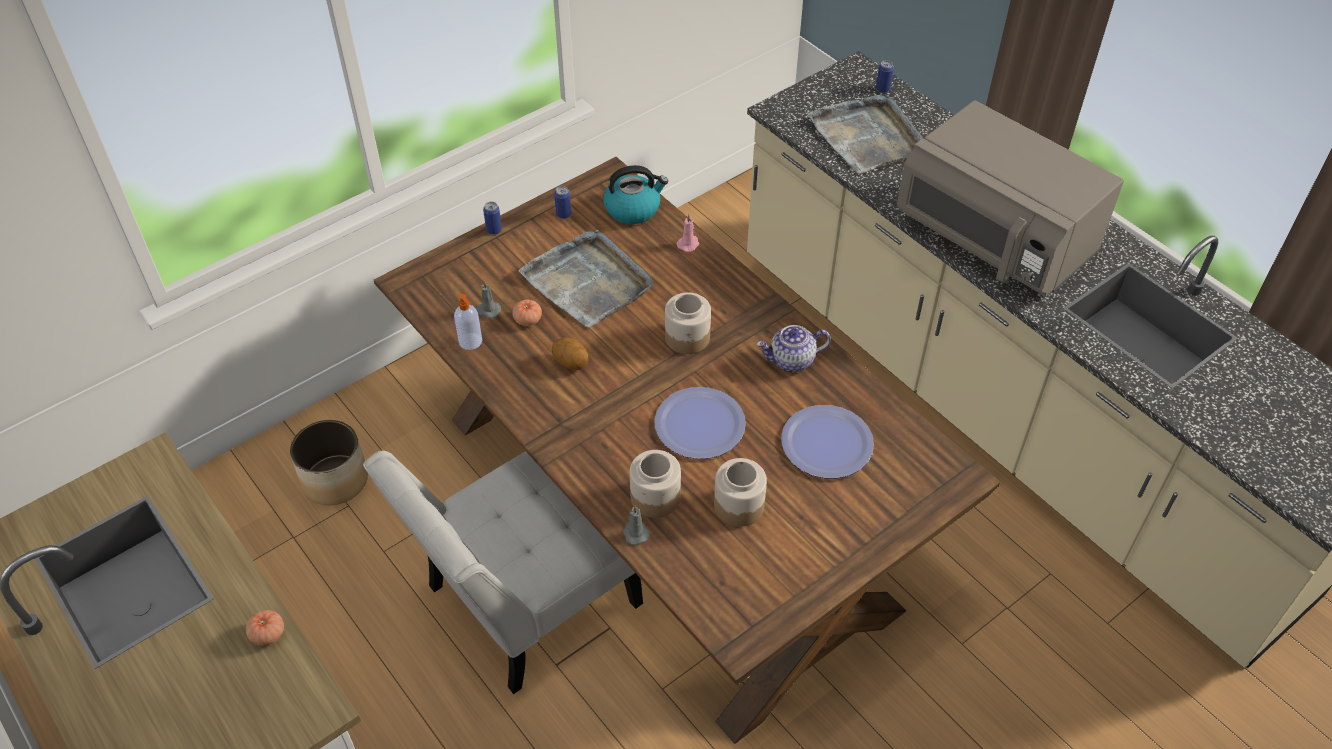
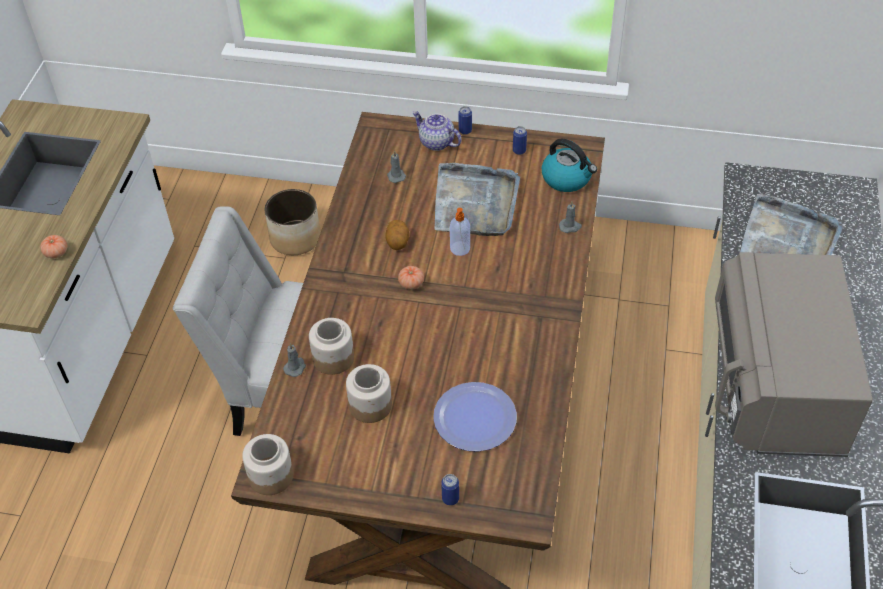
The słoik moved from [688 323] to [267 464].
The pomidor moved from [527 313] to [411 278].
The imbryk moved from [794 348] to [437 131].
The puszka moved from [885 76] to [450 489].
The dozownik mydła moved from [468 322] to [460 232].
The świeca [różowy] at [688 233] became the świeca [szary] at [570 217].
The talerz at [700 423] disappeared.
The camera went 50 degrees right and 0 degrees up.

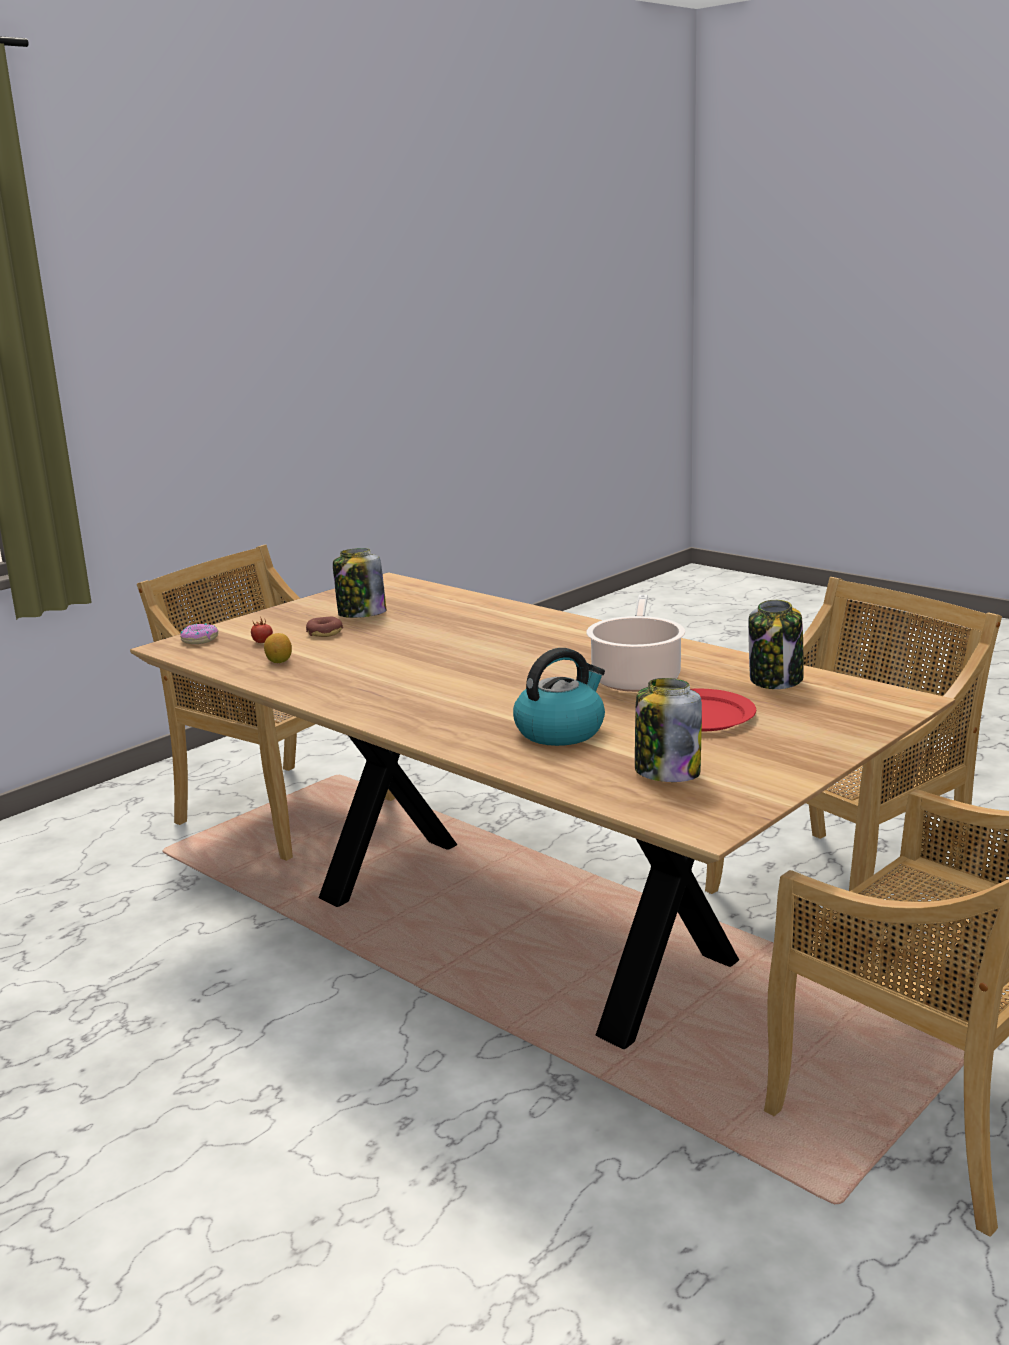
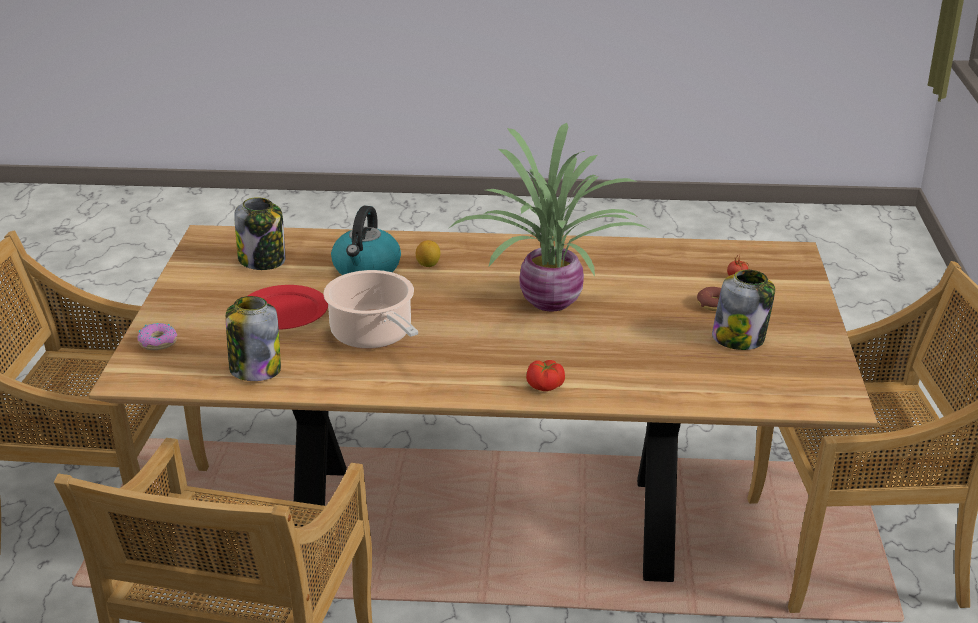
The donut moved from [199 633] to [157 336].
The cytryna moved from [278 648] to [428 253].
The roślina doniczkowa at [548 217] appeared.
The pomidor at [545 375] appeared.
The camera went 140 degrees right and 10 degrees up.

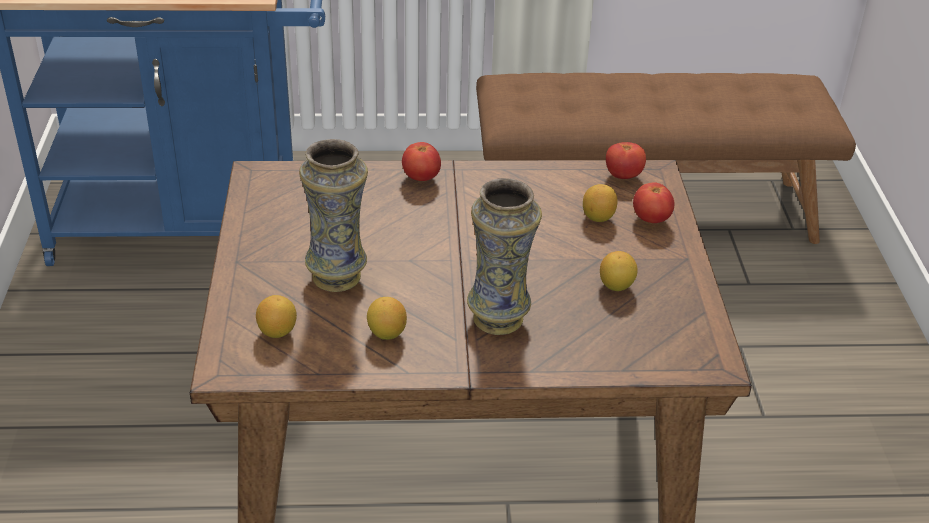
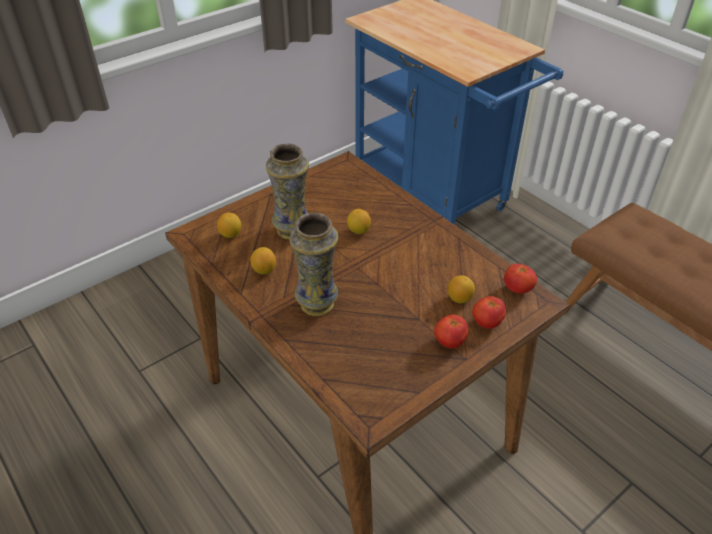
The cytryna moved from [619 271] to [359 221].
The pomidor moved from [421 161] to [451 331].
The camera went 55 degrees right and 5 degrees up.

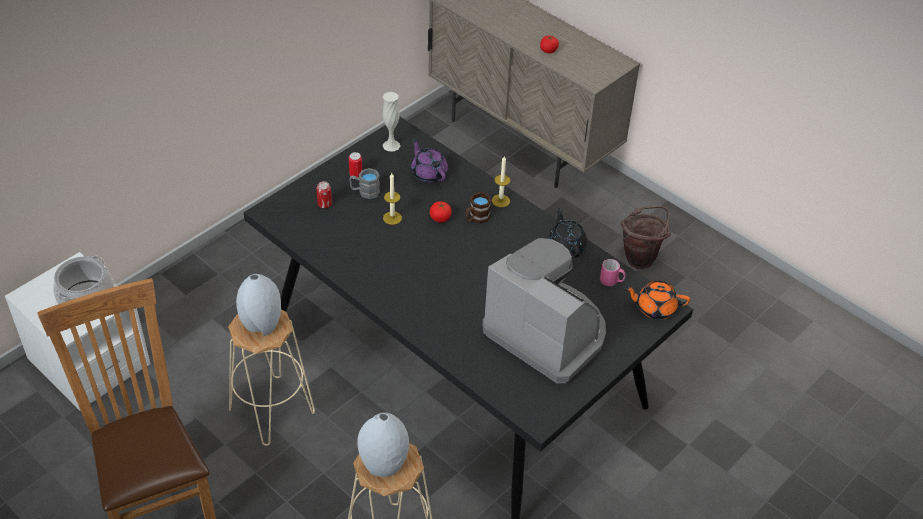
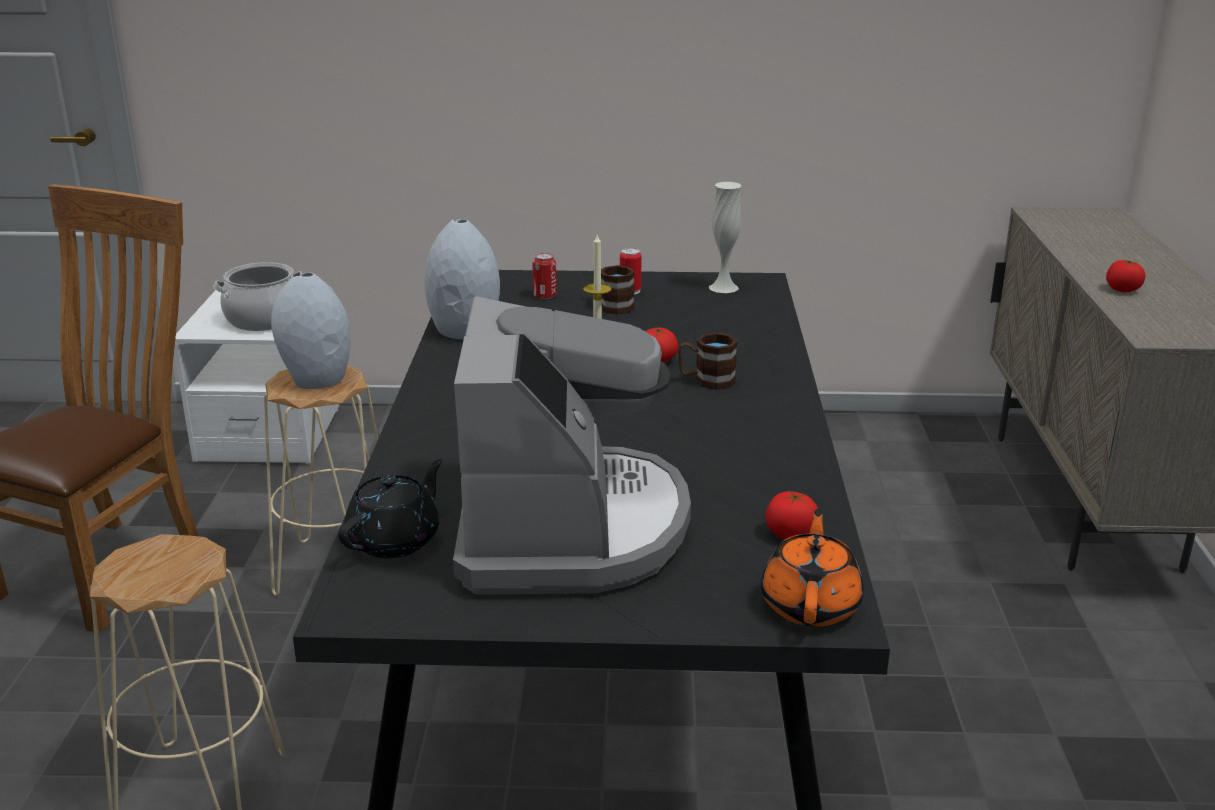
The imbryk [czarny] moved from [567 232] to [390 508].
The wazon [szary] moved from [383 444] to [462 279].
The kubek [szary] at [364 183] became the kubek [brązowy] at [614 290].
The imbryk [pomarańczowy] at [657 300] turned 45 degrees clockwise.
The kubek [różowy] at [613 272] was replaced by the pomidor at [791 515].
The imbryk [fioletowy] at [429 161] disappeared.
The świeca at [501 181] disappeared.
The wiadro [brązowy] at [646 237] disappeared.
The camera went 50 degrees right and 20 degrees down.

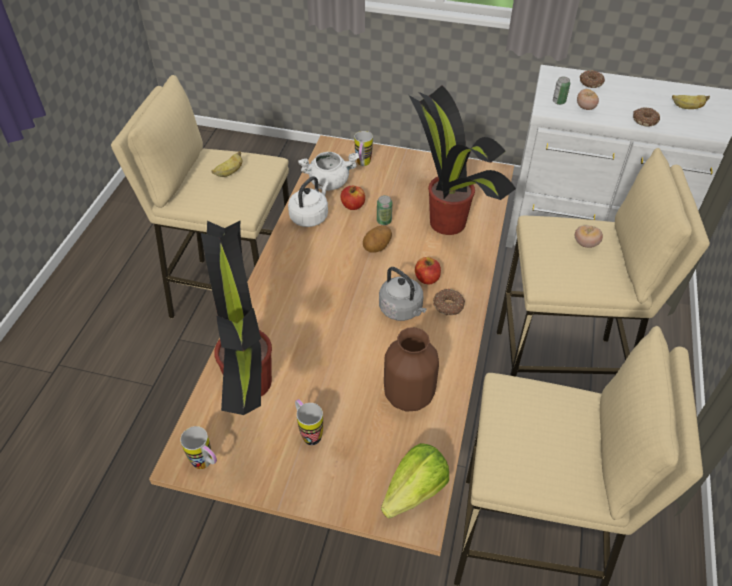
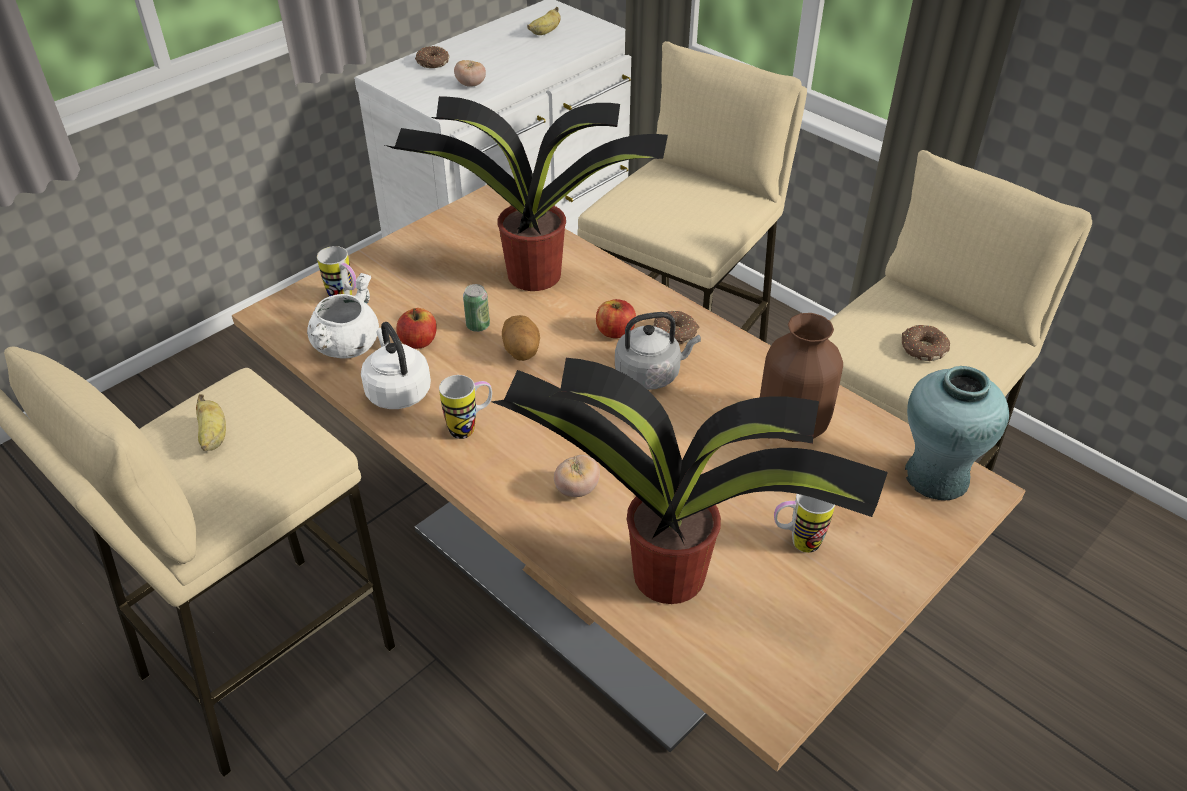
The kubek moved from [198 447] to [465 407].
The pomidor moved from [588 236] to [577 476].
The donut moved from [646 117] to [926 343].
The sałata at [415 481] was replaced by the wazon [turkusowy] at [957 433].
The puszka at [561 91] disappeared.
The camera went 60 degrees left and 5 degrees down.

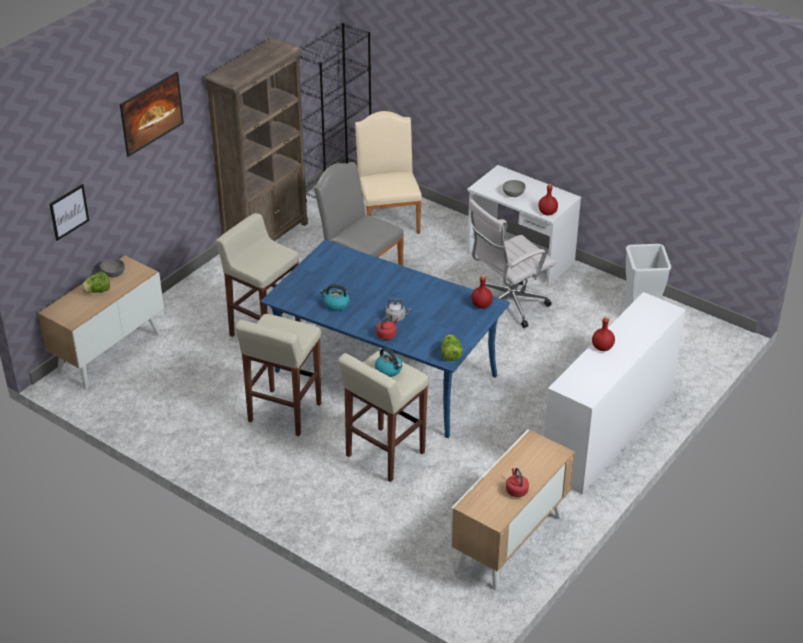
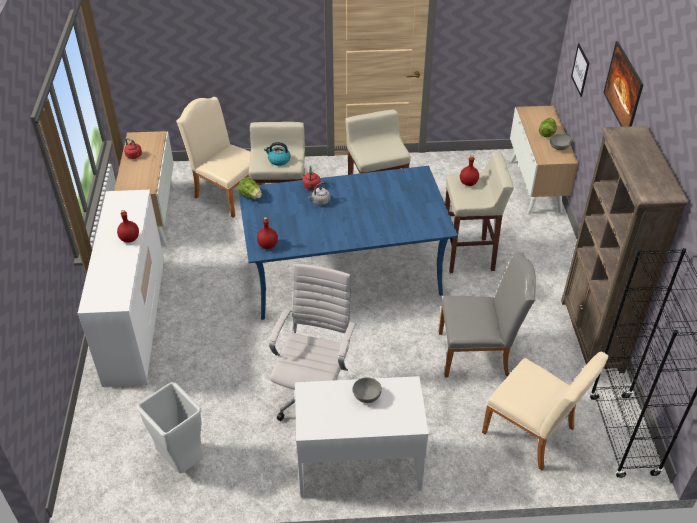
The krzesło [beżowy] at [220 157] appeared.
The butelka [czerwony] moved from [548 199] to [469 170].
The czajnik at [335 297] disappeared.
The camera went 140 degrees right and 5 degrees up.

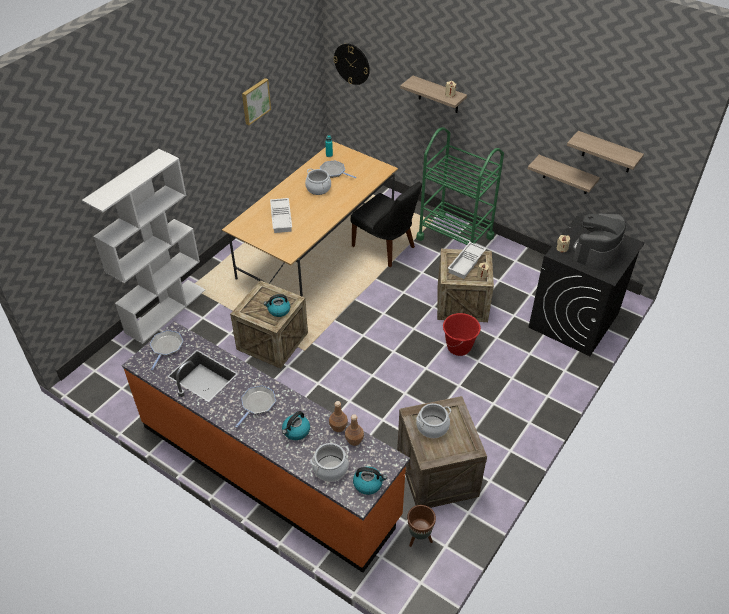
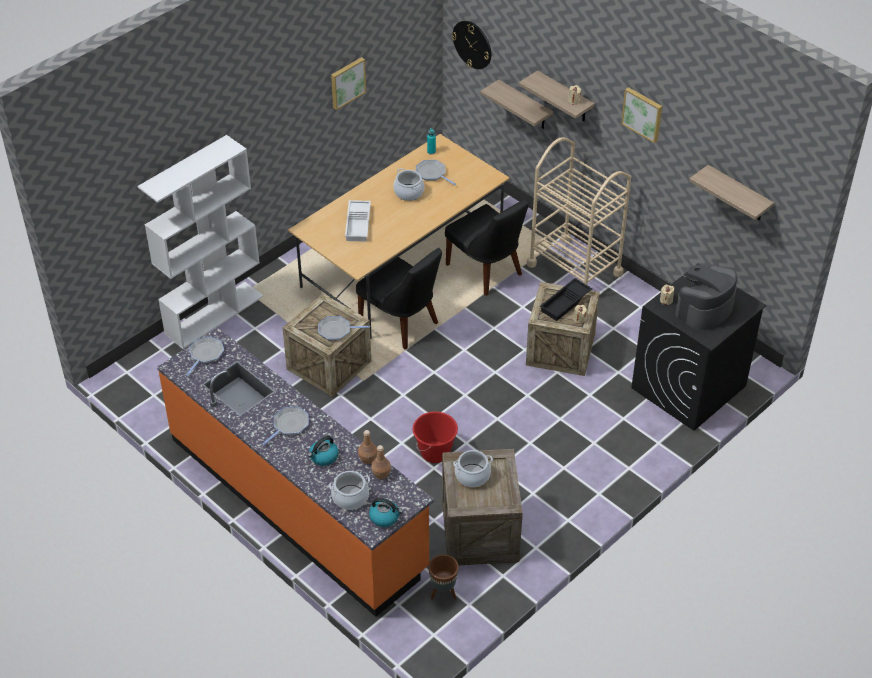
The czajnik at [276 305] was replaced by the patelnia at [344 328].
The krzesło [czarny] at [399 299] appeared.
The wiadro [czerwony] moved from [462 334] to [435 437].
The półka moved from [564 174] to [516 104].
The wózek [zielony] at [460 186] became the wózek [beżowy] at [579 211].
The taca [biały] at [467 260] became the taca [czarny] at [566 299].
The obraz at [641 115] appeared.
The camera went 10 degrees right and 0 degrees up.

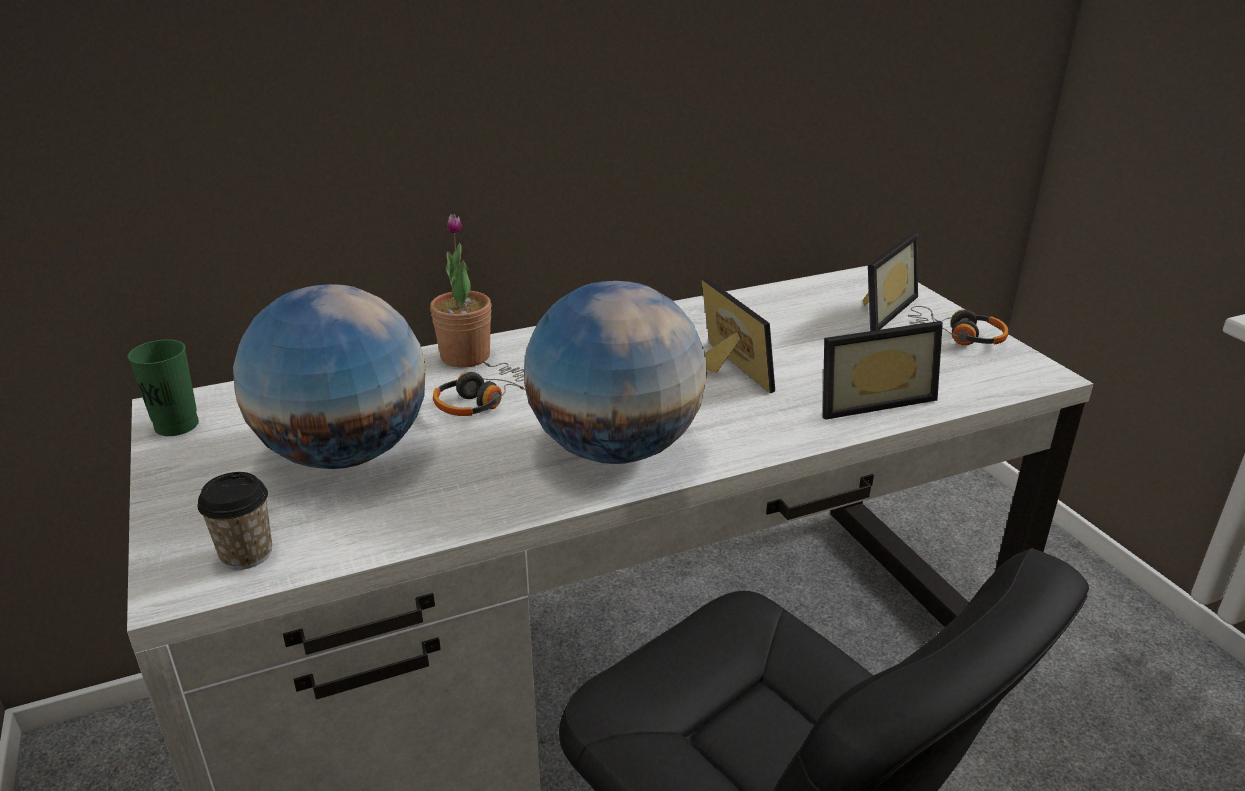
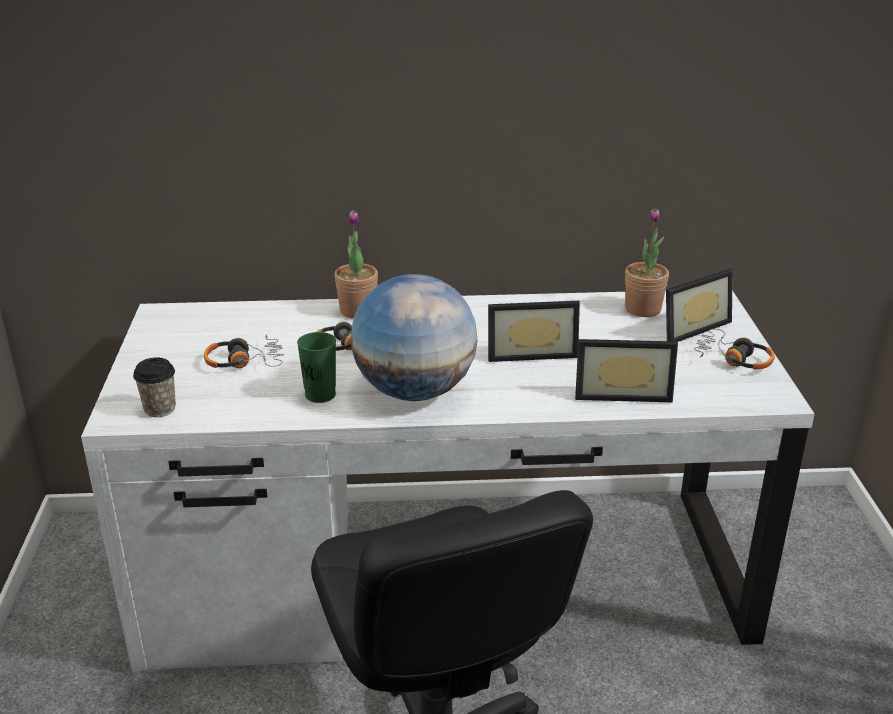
The globus at [329 376] was replaced by the słuchawki at [244 351].
The filiżanka [zielony] moved from [163 387] to [316 367].
The ramka na zdjęcie at [738 335] turned 90 degrees clockwise.
The roślina doniczkowa at [647 263] appeared.
The camera went 20 degrees right and 0 degrees up.

